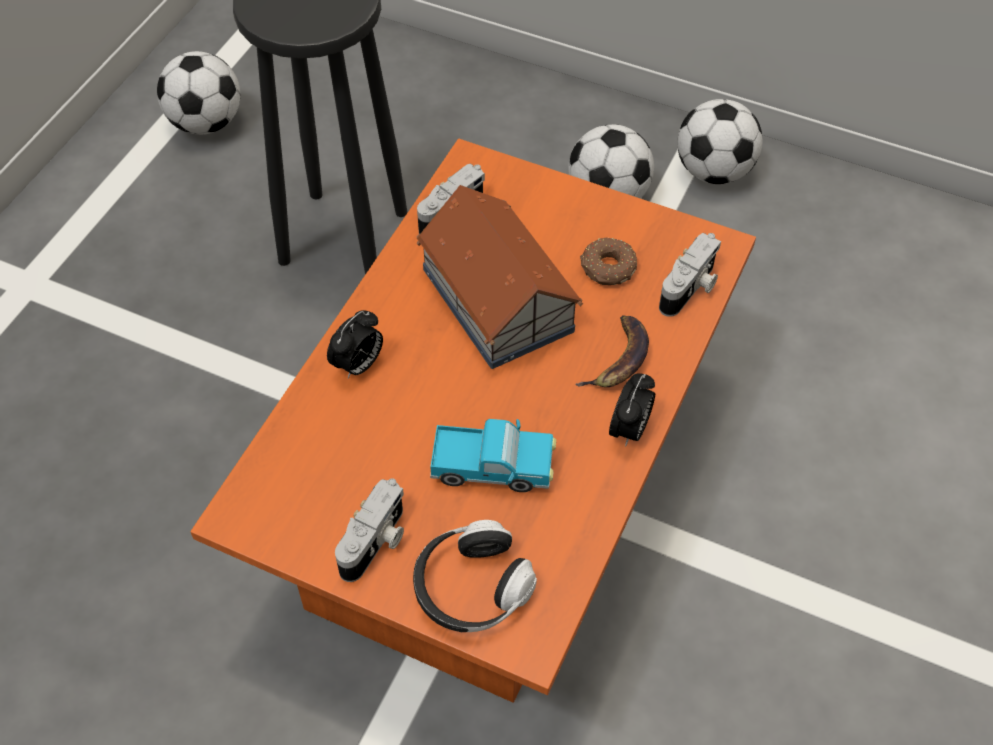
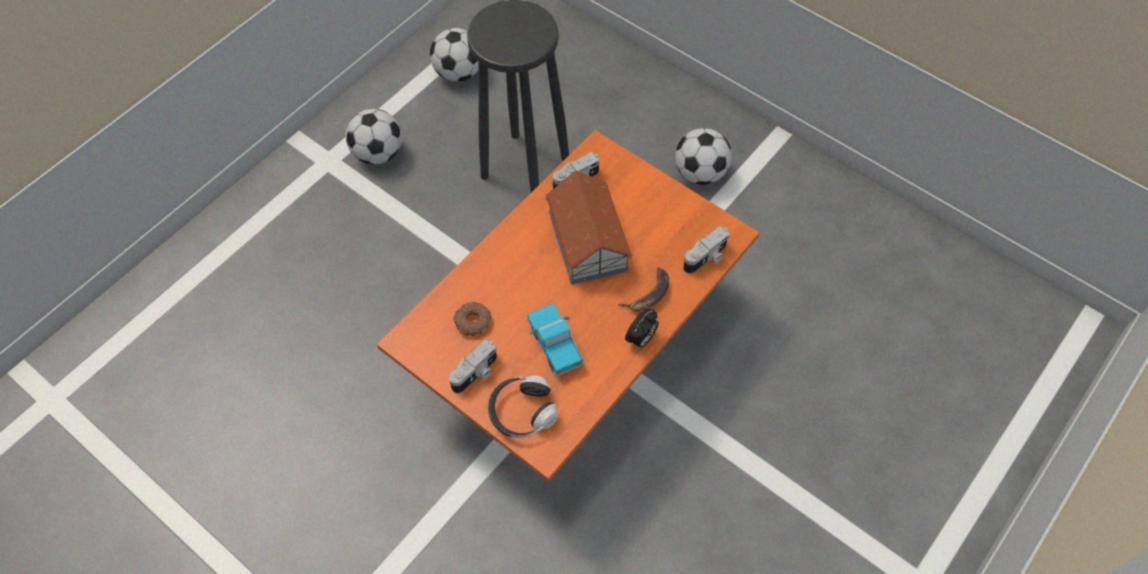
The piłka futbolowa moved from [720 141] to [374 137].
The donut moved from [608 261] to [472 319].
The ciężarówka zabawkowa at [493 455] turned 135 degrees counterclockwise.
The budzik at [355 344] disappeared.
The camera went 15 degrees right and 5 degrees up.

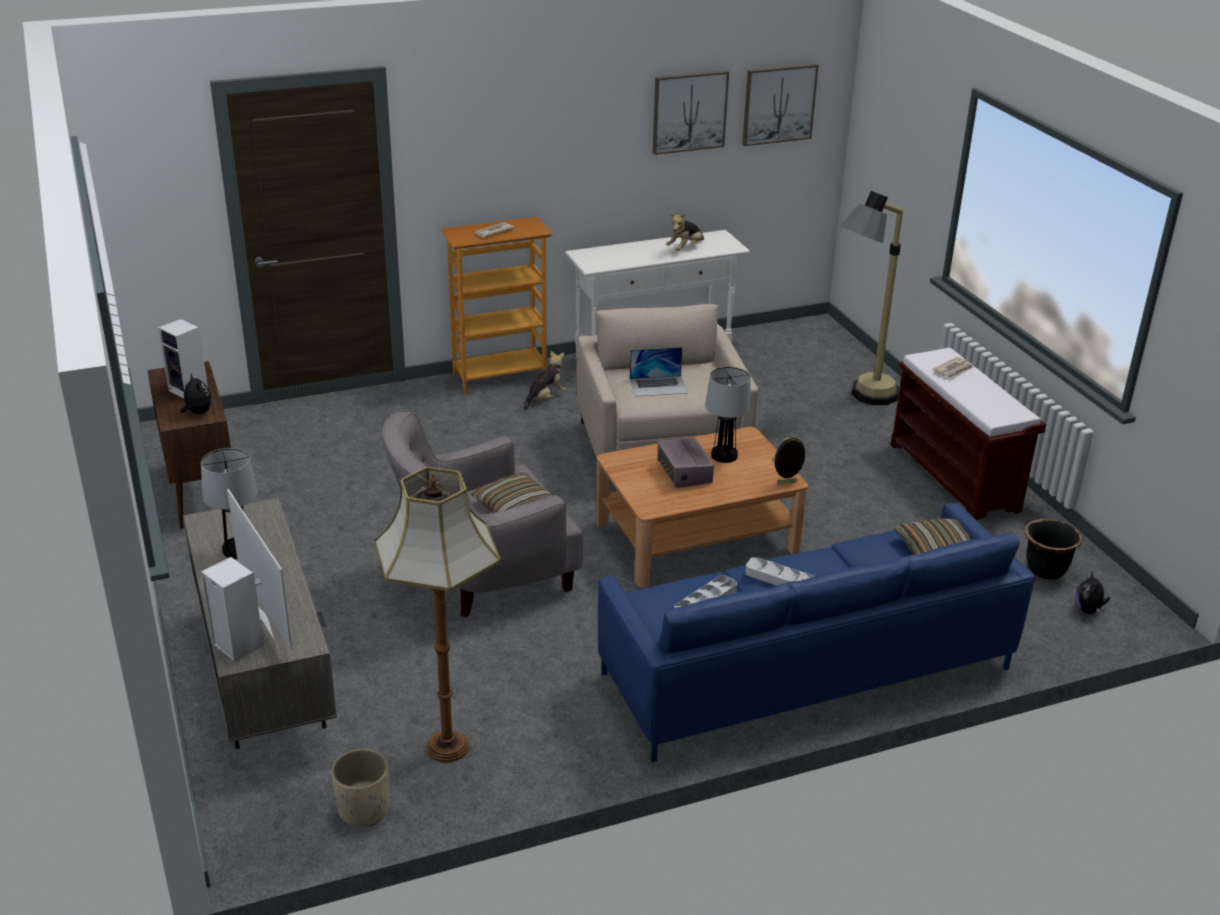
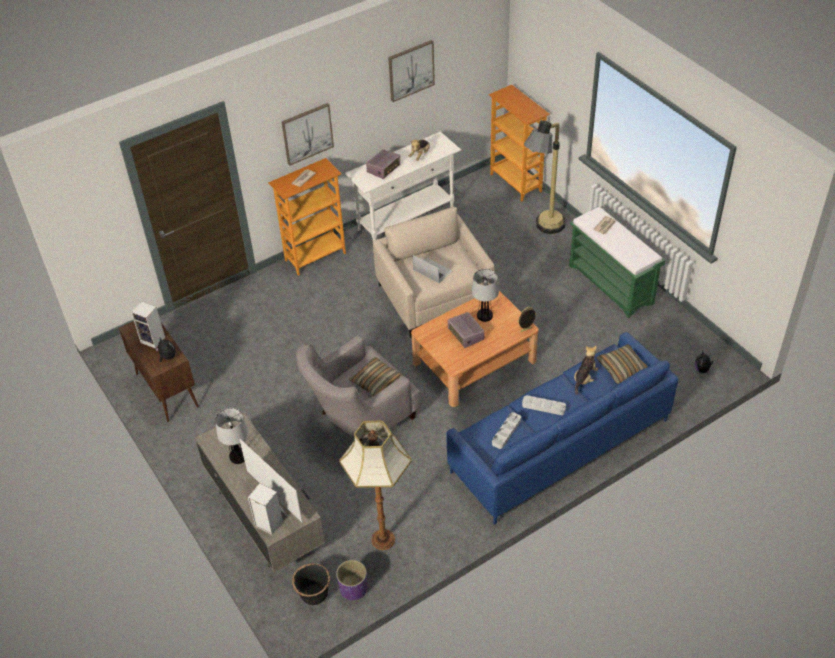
The obraz moved from [780 105] to [308 134].
The donica [czarny] moved from [1053 549] to [311 584].
The donica [beżowy] at [360 787] became the donica [fioletowy] at [351 580].
The radio at [383 164] appeared.
The laptop at [659 372] turned 120 degrees counterclockwise.
The regał at [519 143] appeared.
The ławka [brązowy] at [968 434] became the ławka [zielony] at [617 262].
The pluszak moved from [545 380] to [586 370].
The camera went 10 degrees left and 15 degrees up.

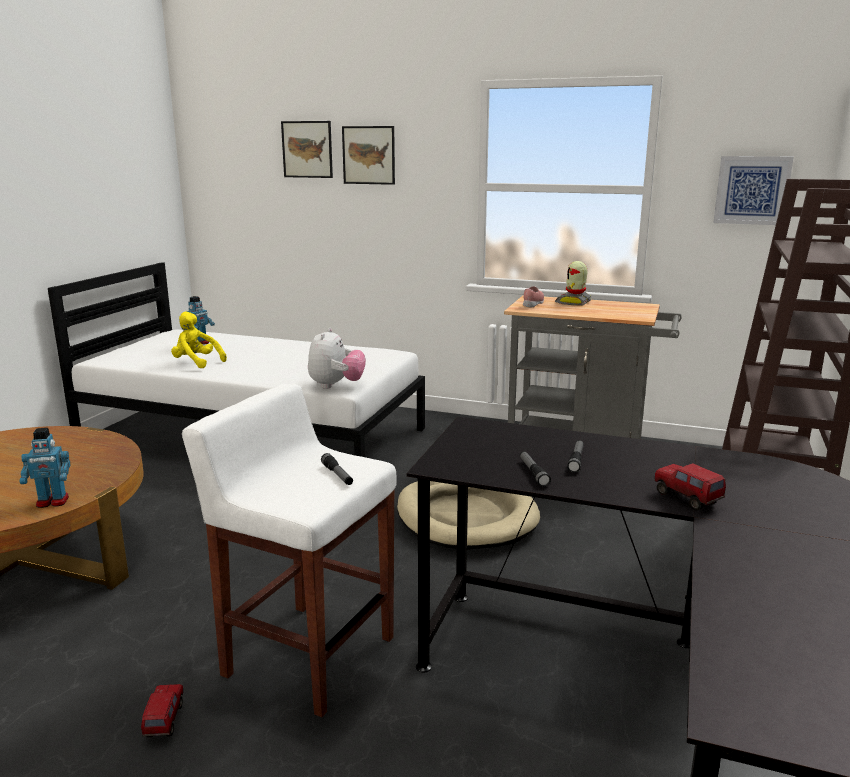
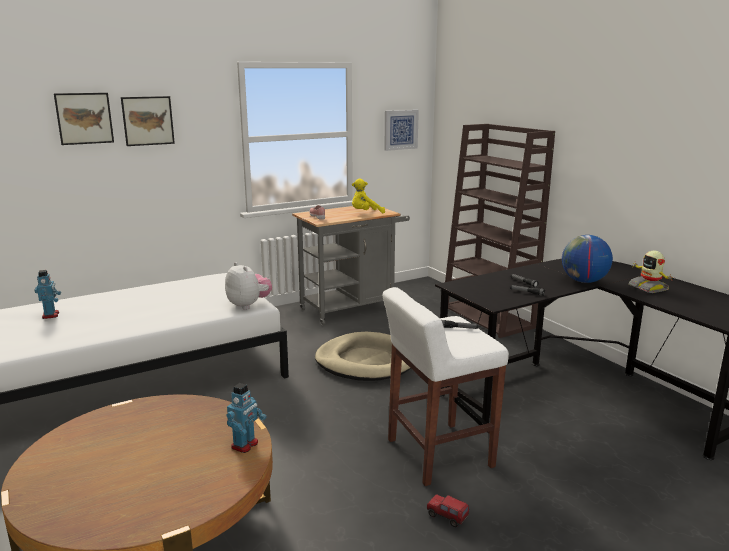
The pluszak [żółty] moved from [199 340] to [368 195].
The ciężarówka zabawkowa at [690 486] was replaced by the globus at [587 259].
The robot zabawkowy moved from [573 283] to [650 272].
The camera went 50 degrees left and 0 degrees up.

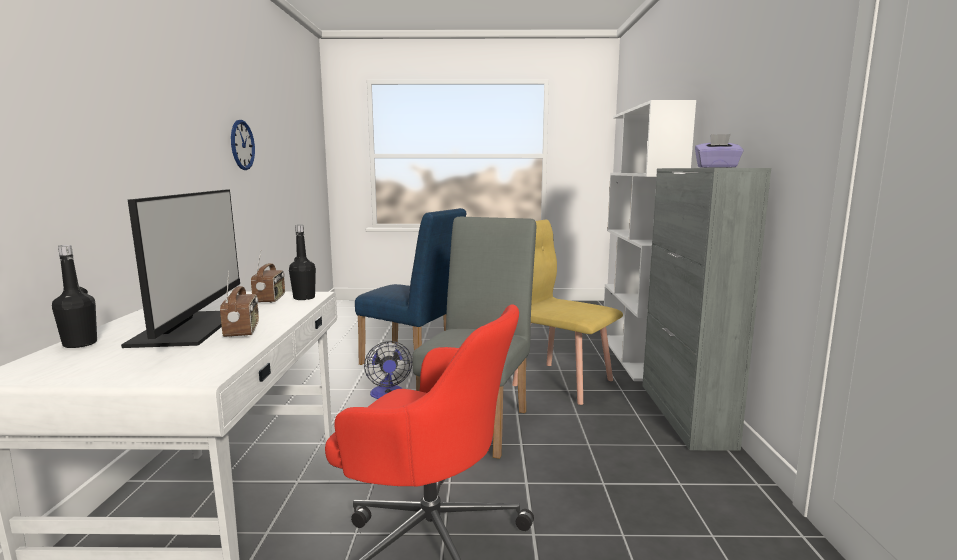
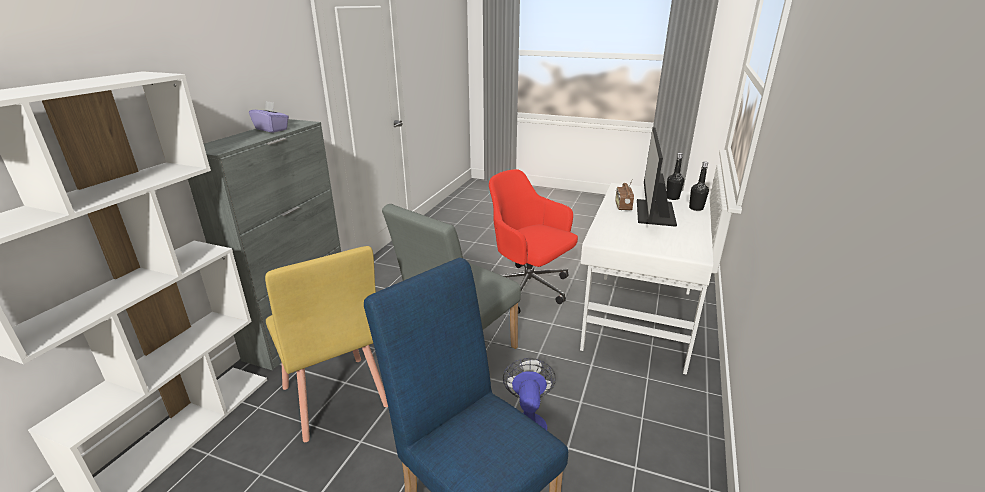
The butelka [czarny] moved from [302 262] to [675 176].
The zegar ścienny at [243 145] disappeared.
The radio at [268 277] disappeared.
The camera went 160 degrees left and 15 degrees up.

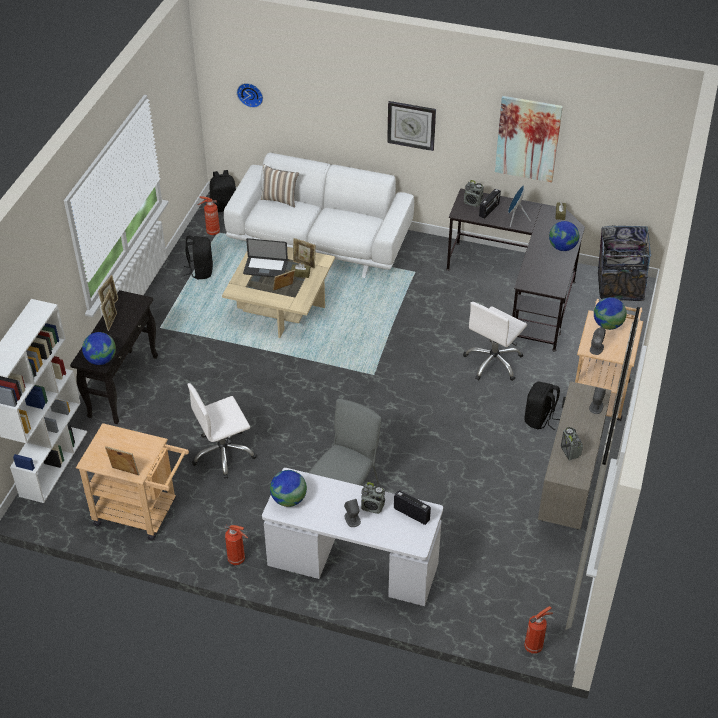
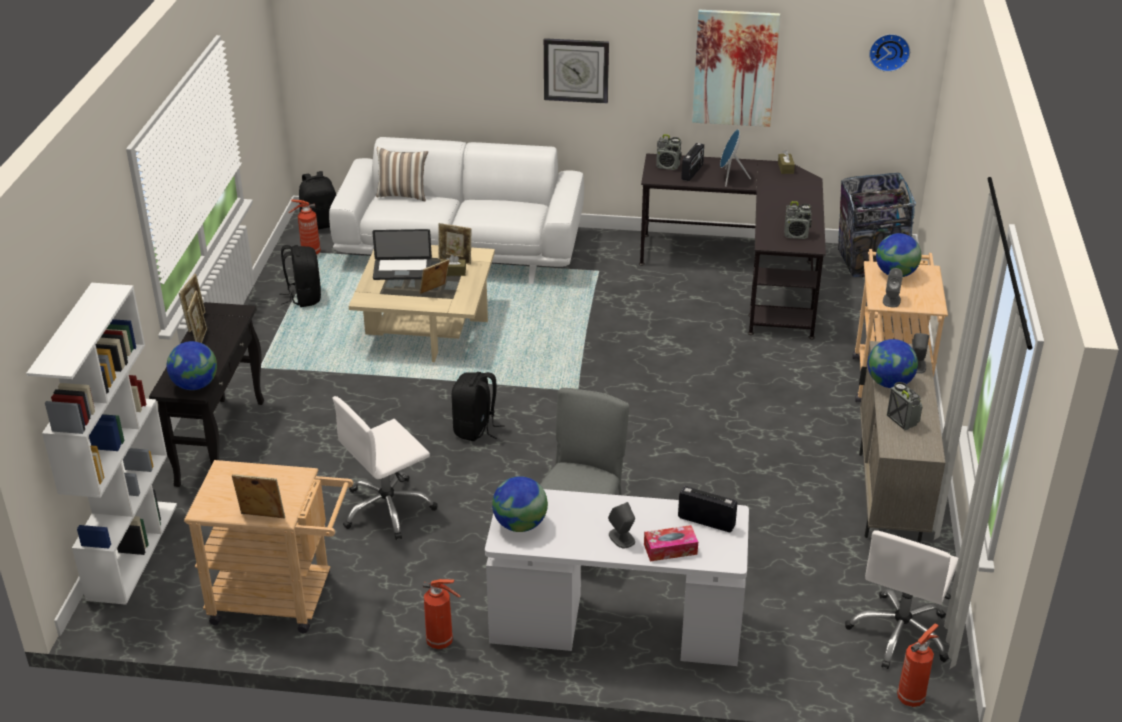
The plecak [czarny] moved from [542 406] to [478 406].
The pudełko chusteczek at [671 543] appeared.
The radio moved from [373 498] to [798 220].
The krzesło biurowe [biały] moved from [495 341] to [901 599].
The globus moved from [564 236] to [893 363].
The zegar ścienny moved from [250 95] to [889 53].
The camera went 10 degrees left and 10 degrees down.

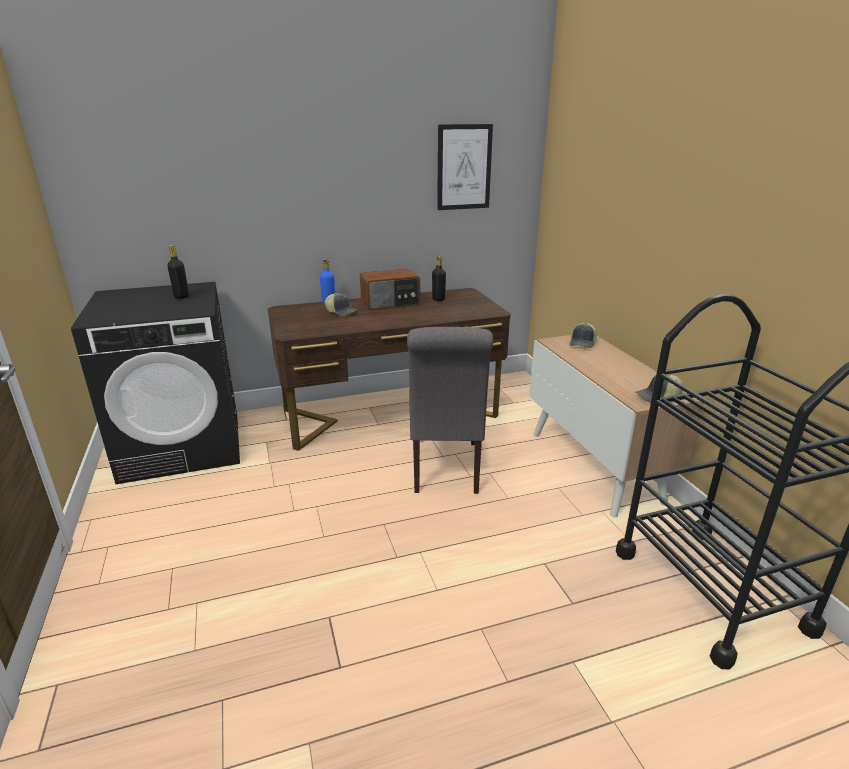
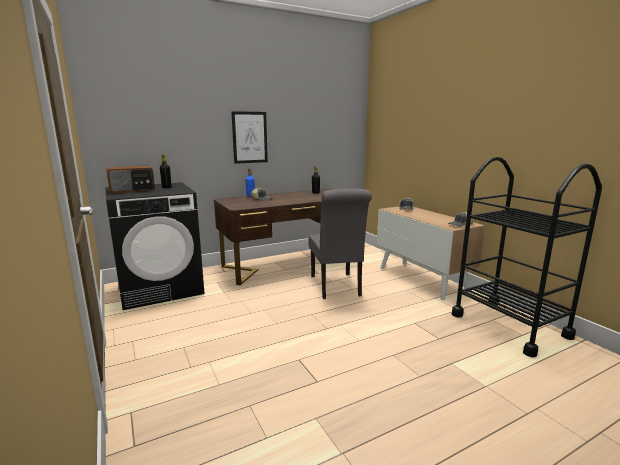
The radio moved from [390 290] to [130 179].
The obraz moved from [465 167] to [249 137].
The camera went 10 degrees left and 10 degrees down.

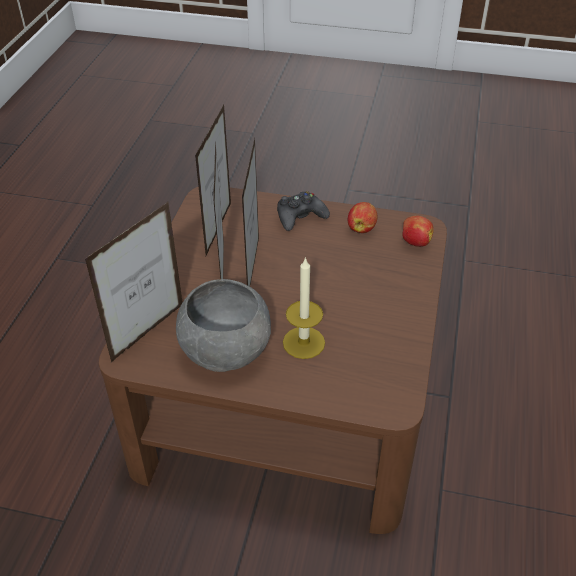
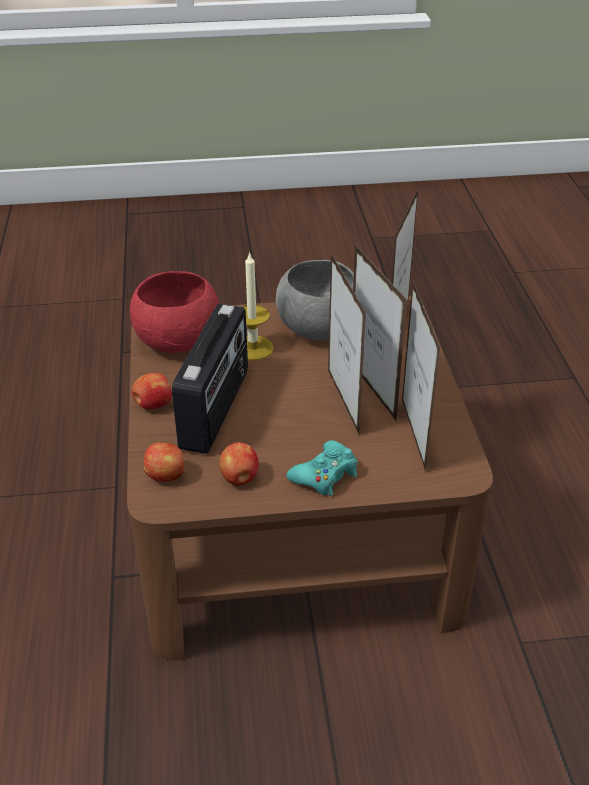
The miska [czerwony] at [174 312] appeared.
The jabłko at [152 391] appeared.
The radio at [210 379] appeared.
The pad do gier [czarny] at [303 211] became the pad do gier [turkusowy] at [322 468].
The camera went 160 degrees right and 5 degrees down.

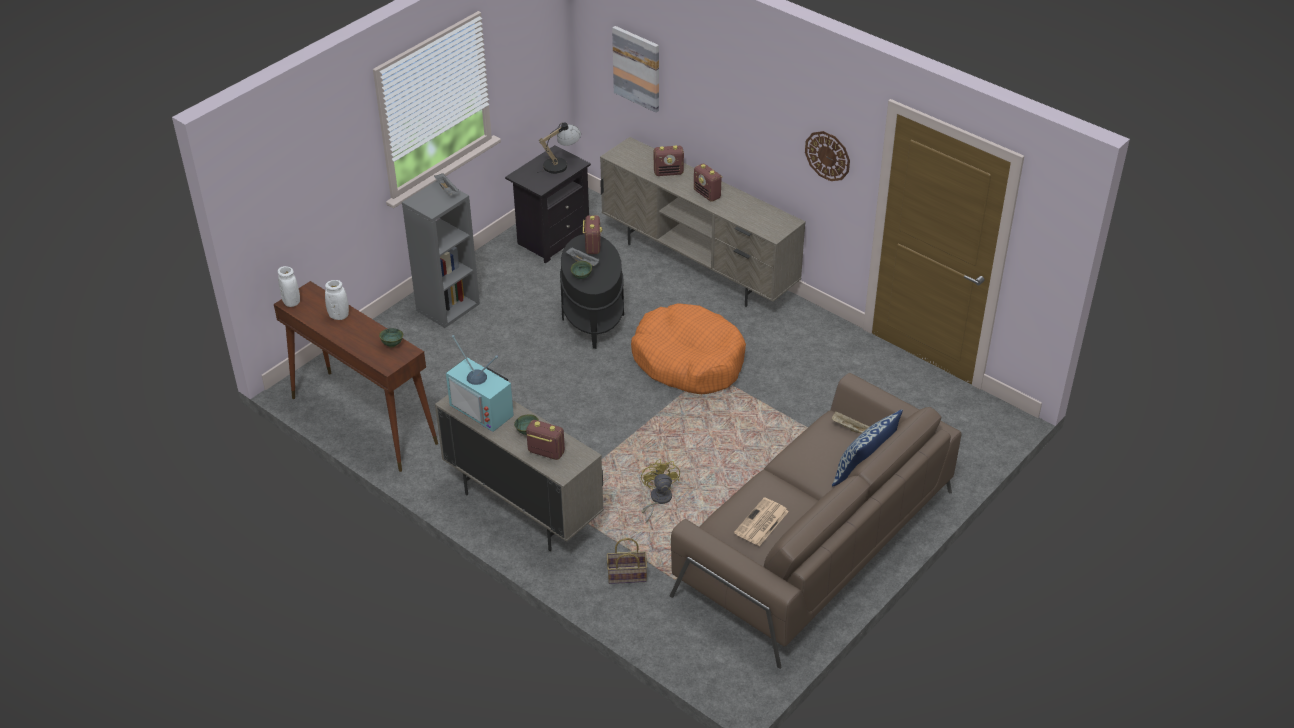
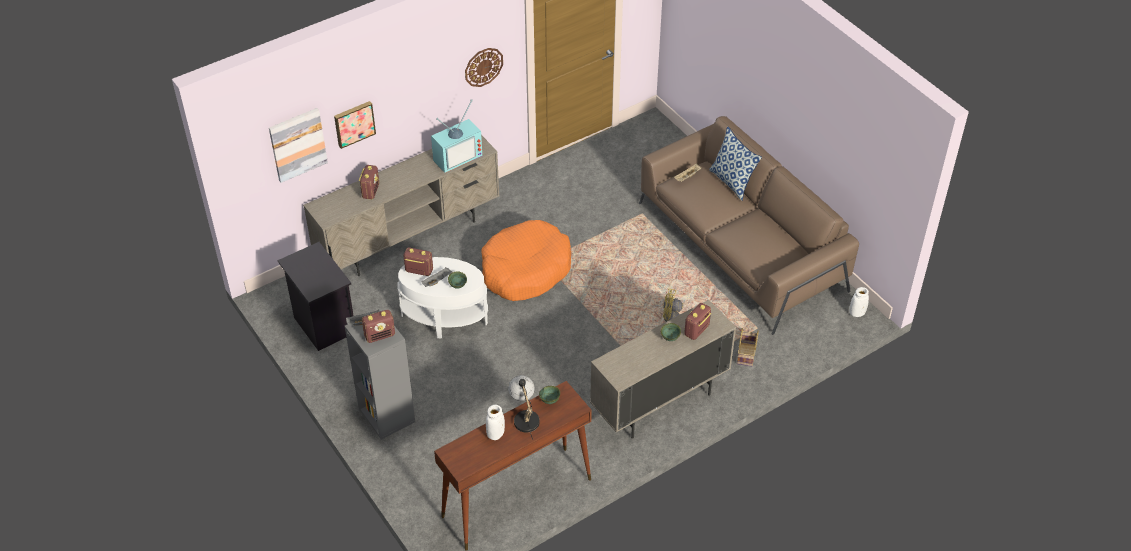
The obraz at [355 125] appeared.
The radio moved from [708 182] to [378 326].
The stolik [czarny] at [592 291] became the stolik [biały] at [442 298].
The telewizor moved from [480 383] to [456 136].
The lampa stołowa moved from [559 148] to [524 407].
The wazon [biały] moved from [288 286] to [859 302].
The gazeta at [761 521] disappeared.
The camera went 75 degrees left and 5 degrees up.

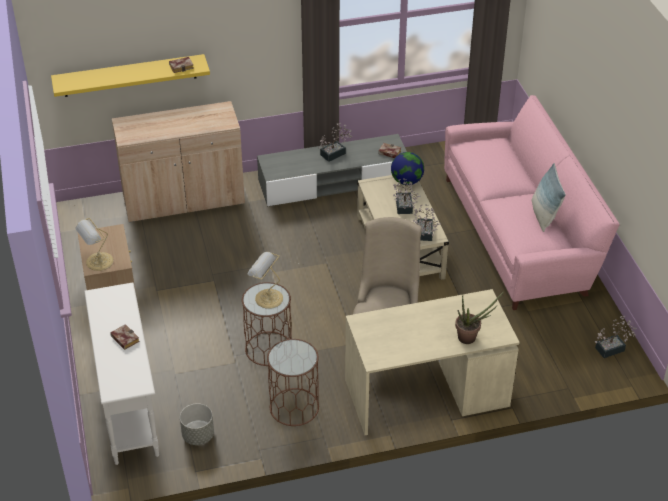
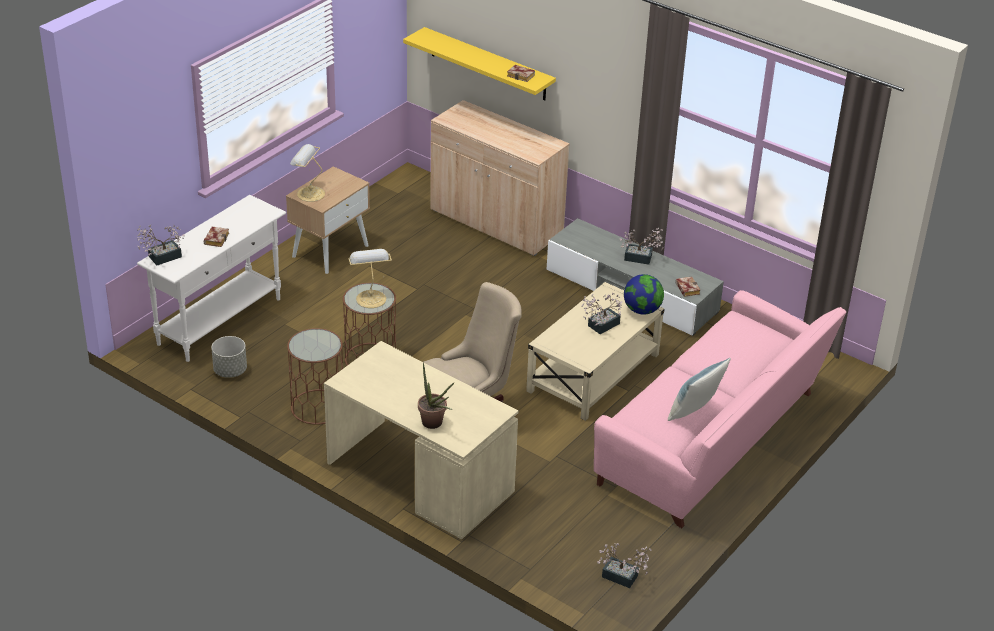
The roślina doniczkowa moved from [427 222] to [160 245].
The camera went 50 degrees right and 5 degrees down.

